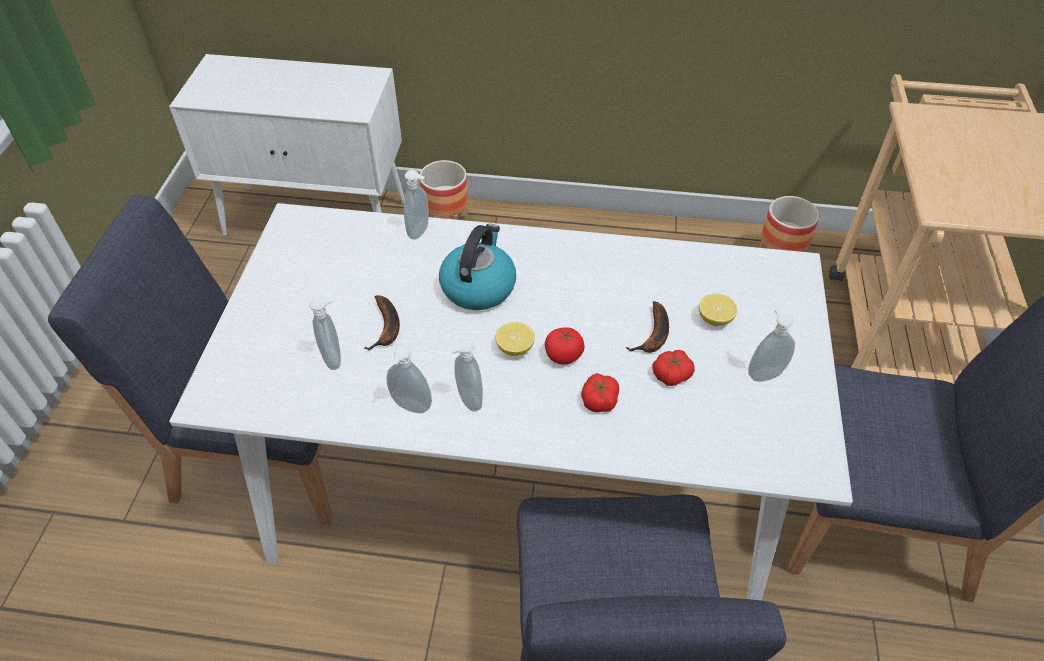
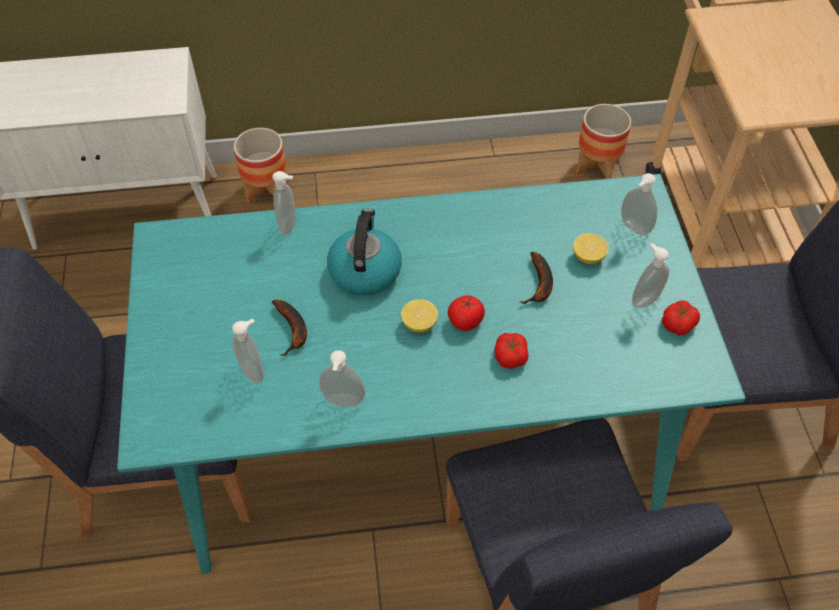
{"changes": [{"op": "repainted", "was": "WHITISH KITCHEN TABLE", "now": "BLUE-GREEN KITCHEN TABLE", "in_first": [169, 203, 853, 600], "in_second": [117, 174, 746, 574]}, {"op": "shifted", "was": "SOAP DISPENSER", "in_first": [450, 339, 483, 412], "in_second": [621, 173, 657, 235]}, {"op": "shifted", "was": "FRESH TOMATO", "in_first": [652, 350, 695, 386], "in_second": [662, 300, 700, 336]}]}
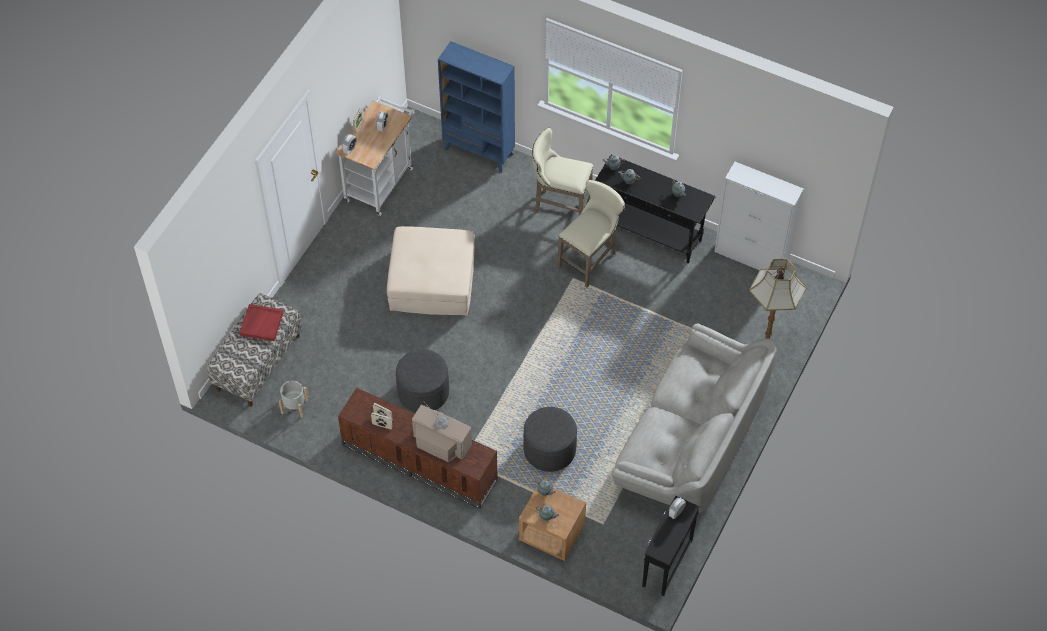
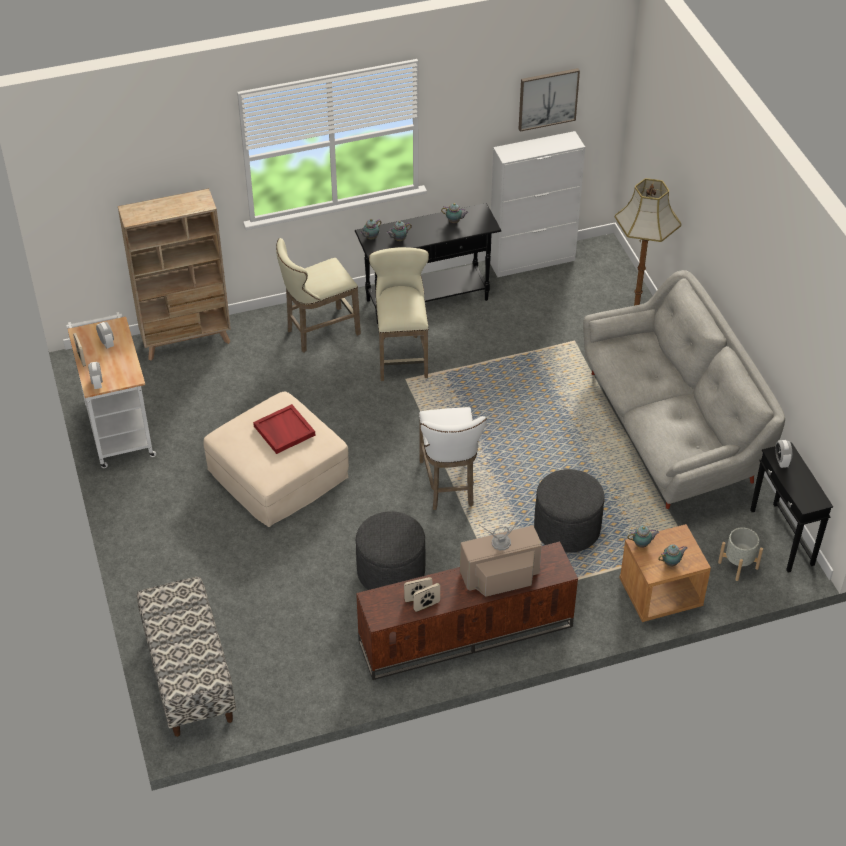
{"changes": [{"op": "repainted", "was": "BLUE-COLOURED BOOKSHELF", "now": "BEIGE-COLOURED BOOKSHELF", "in_first": [438, 41, 515, 173], "in_second": [118, 188, 231, 361]}, {"op": "shifted", "was": "RED SERVING TRAY", "in_first": [240, 304, 284, 341], "in_second": [253, 404, 315, 454]}, {"op": "shifted", "was": "GREY PLANTER", "in_first": [279, 381, 308, 418], "in_second": [718, 527, 763, 581]}, {"op": "new", "now": "PICTURE", "in_second": [519, 68, 580, 132]}, {"op": "new", "now": "WHITISH SITTING STOOL", "in_second": [419, 407, 487, 510]}]}
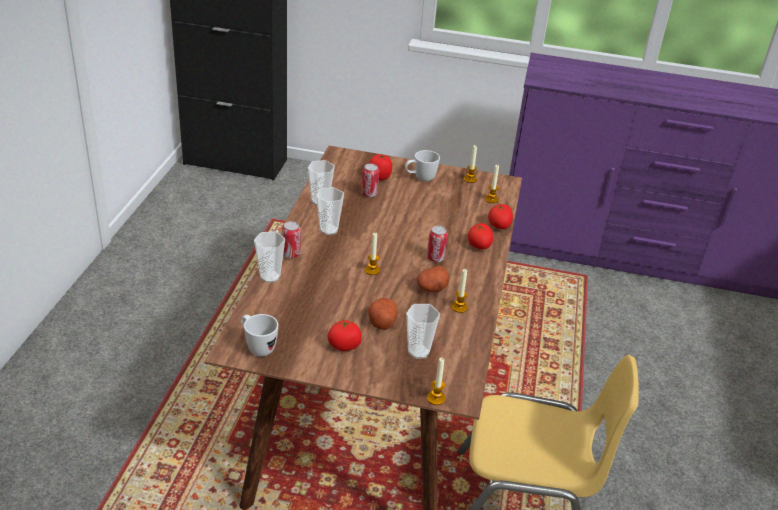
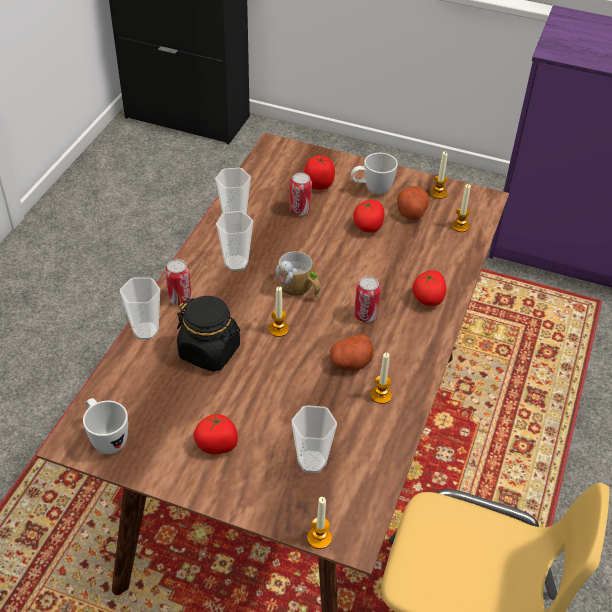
{"changes": [{"op": "shifted", "was": "FRESH TOMATO", "in_first": [488, 204, 513, 229], "in_second": [353, 200, 384, 233]}, {"op": "shifted", "was": "SPUD", "in_first": [368, 298, 398, 330], "in_second": [397, 186, 429, 220]}, {"op": "new", "now": "TEA MUG", "in_second": [276, 251, 321, 298]}, {"op": "new", "now": "BLACK JAR", "in_second": [177, 296, 240, 372]}]}
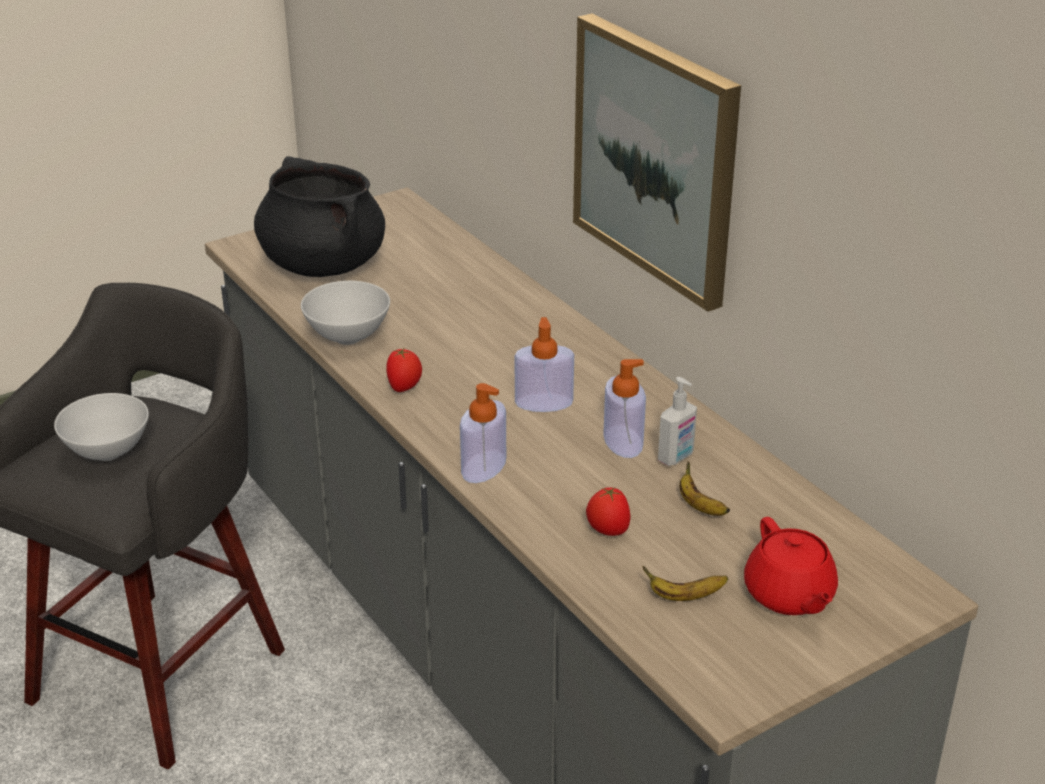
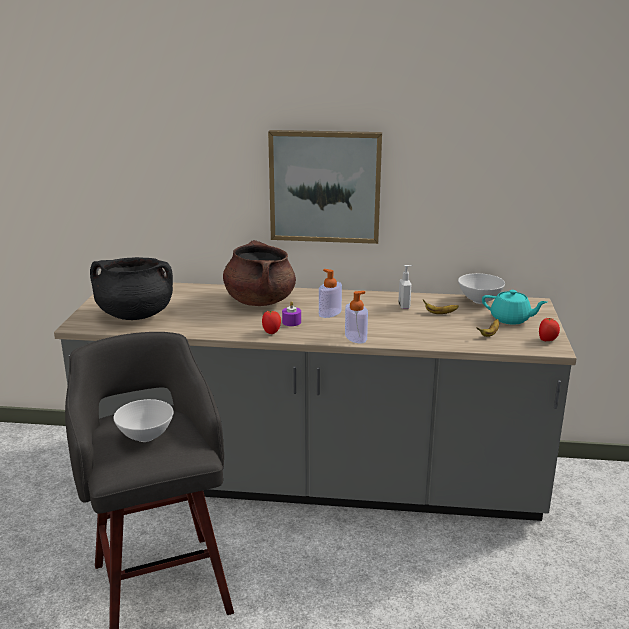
{"changes": [{"op": "shifted", "was": "WHITISH BOWL", "in_first": [301, 281, 390, 345], "in_second": [458, 273, 505, 304]}, {"op": "gone", "was": "SOAP DISPENSER", "in_first": [603, 359, 646, 458]}, {"op": "shifted", "was": "FRESH TOMATO", "in_first": [586, 487, 630, 536], "in_second": [539, 318, 560, 341]}, {"op": "repainted", "was": "RED TEAPOT", "now": "BLUE-GREEN TEAPOT", "in_first": [744, 517, 838, 615], "in_second": [482, 290, 547, 325]}, {"op": "new", "now": "BROWN-COLOURED SAUCEPOT", "in_second": [223, 240, 296, 306]}, {"op": "new", "now": "PURPLE-COLOURED WAX CANDLE", "in_second": [282, 301, 301, 326]}]}
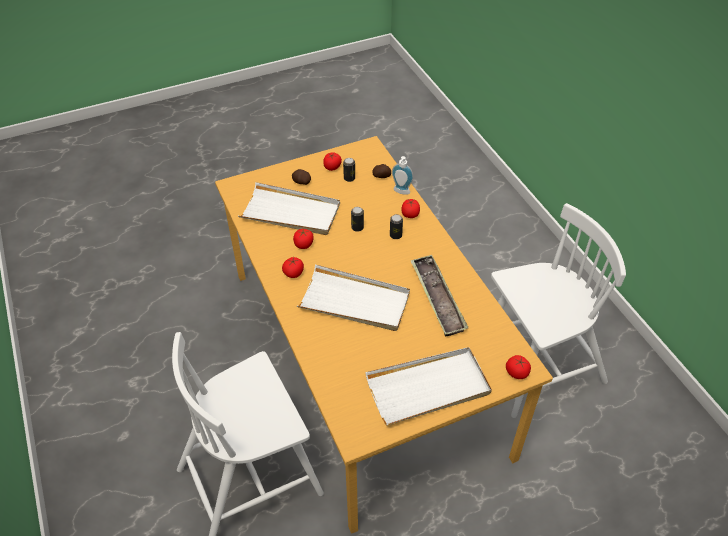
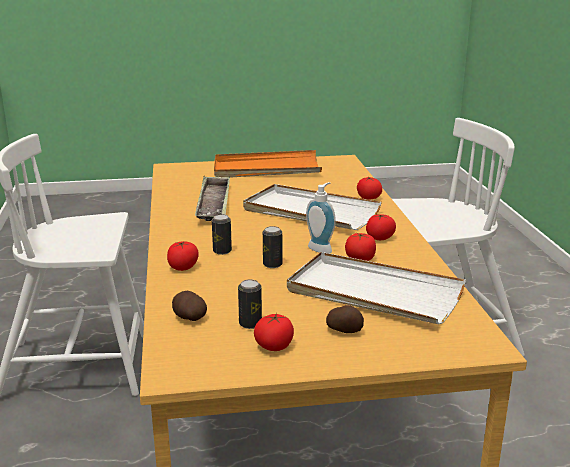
{"changes": [{"op": "shifted", "was": "SOAP DISPENSER", "in_first": [392, 156, 414, 195], "in_second": [306, 182, 336, 253]}, {"op": "repainted", "was": "WHITISH SERVING TRAY", "now": "ORANGE-COLOURED SERVING TRAY", "in_first": [365, 347, 492, 426], "in_second": [214, 150, 322, 178]}, {"op": "shifted", "was": "FRESH TOMATO", "in_first": [506, 355, 531, 379], "in_second": [357, 176, 382, 200]}]}
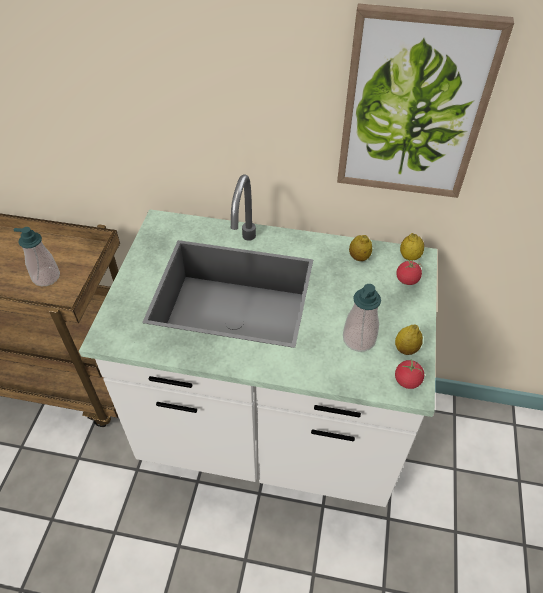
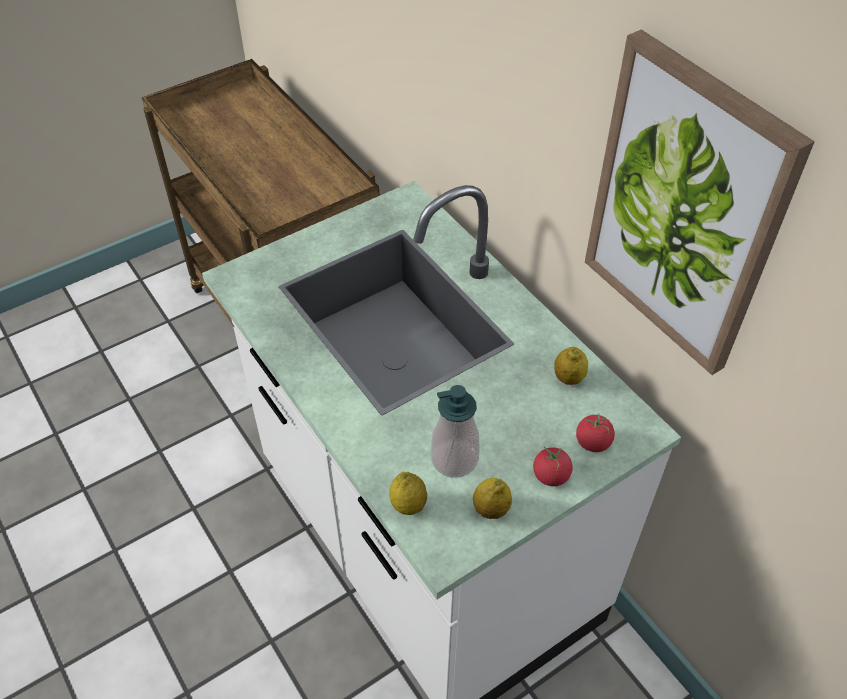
{"changes": [{"op": "gone", "was": "SOAP DISPENSER", "in_first": [13, 227, 60, 286]}, {"op": "shifted", "was": "WHOLE LEMON", "in_first": [400, 233, 424, 260], "in_second": [389, 472, 427, 515]}, {"op": "shifted", "was": "FRESH TOMATO", "in_first": [395, 359, 424, 389], "in_second": [533, 447, 573, 486]}]}
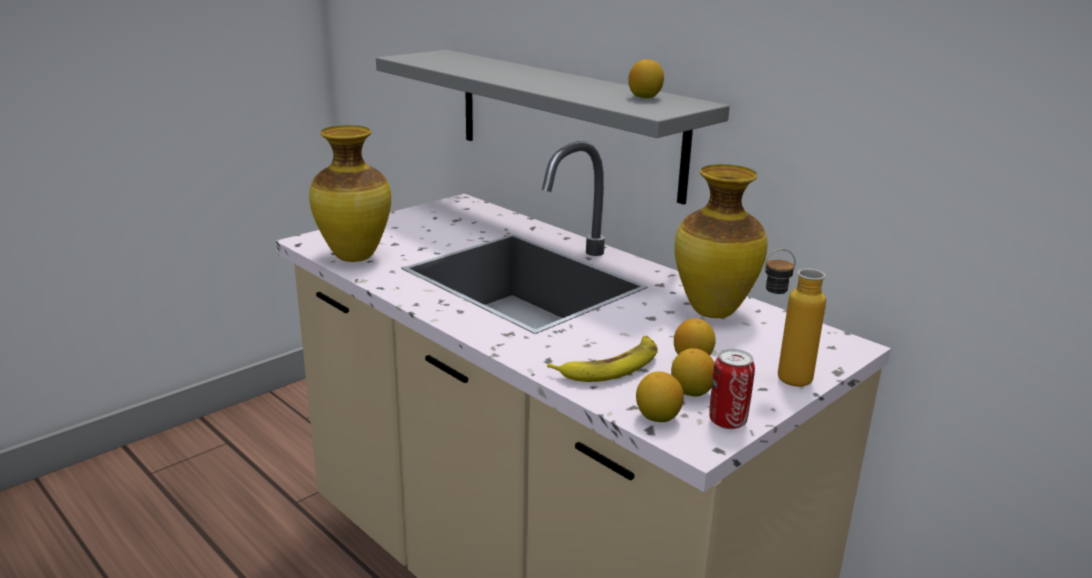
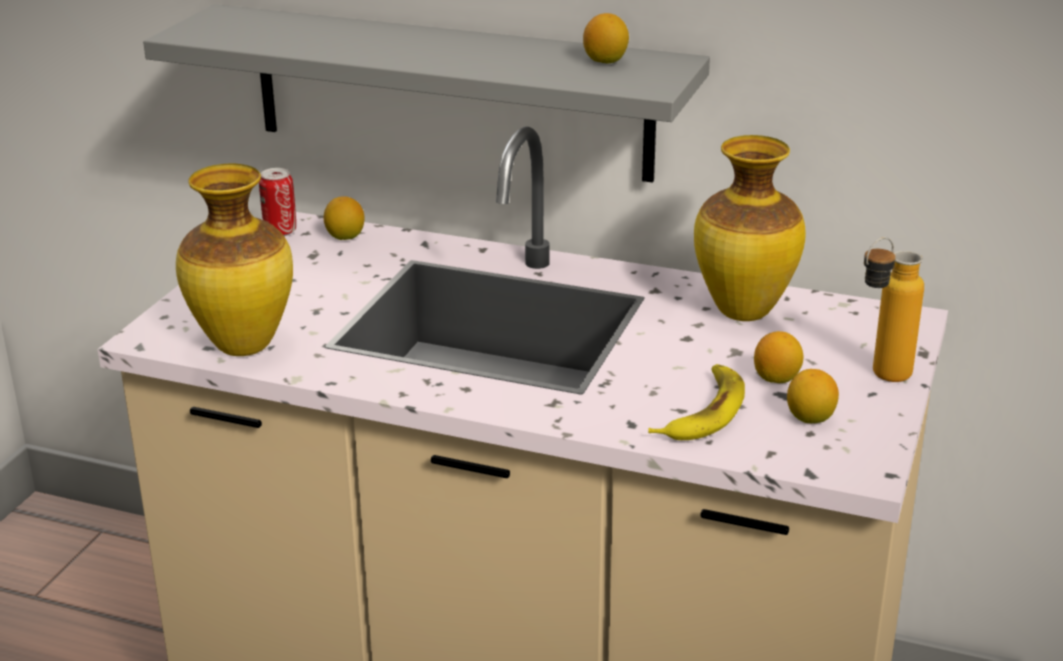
{"changes": [{"op": "shifted", "was": "CAN", "in_first": [709, 349, 755, 429], "in_second": [259, 168, 296, 236]}, {"op": "shifted", "was": "WHOLE LEMON", "in_first": [636, 372, 684, 422], "in_second": [324, 196, 365, 240]}]}
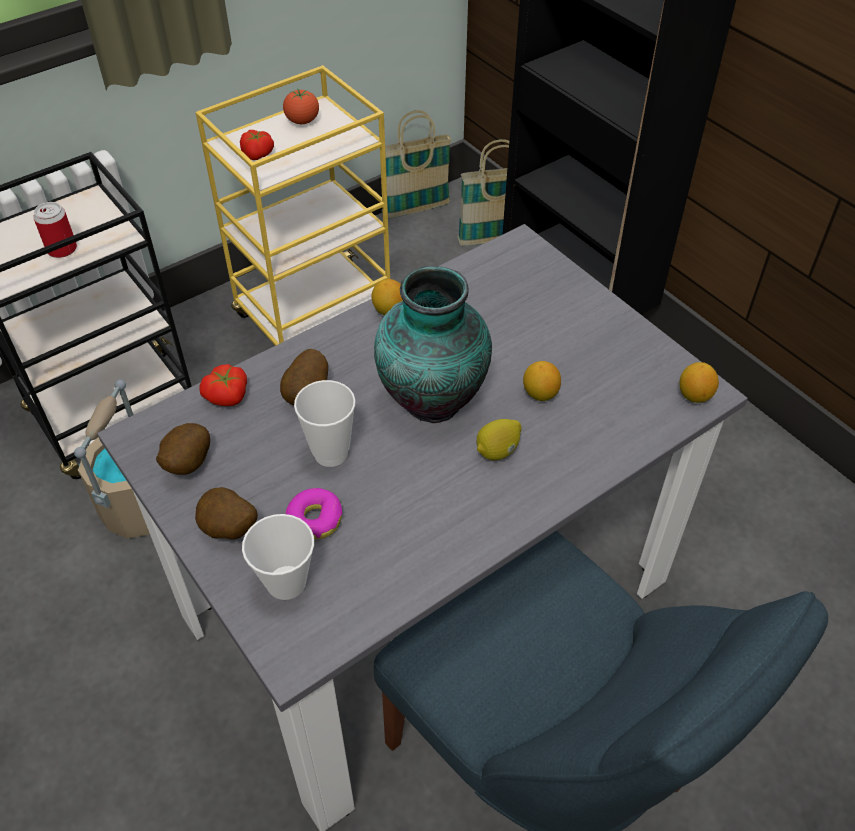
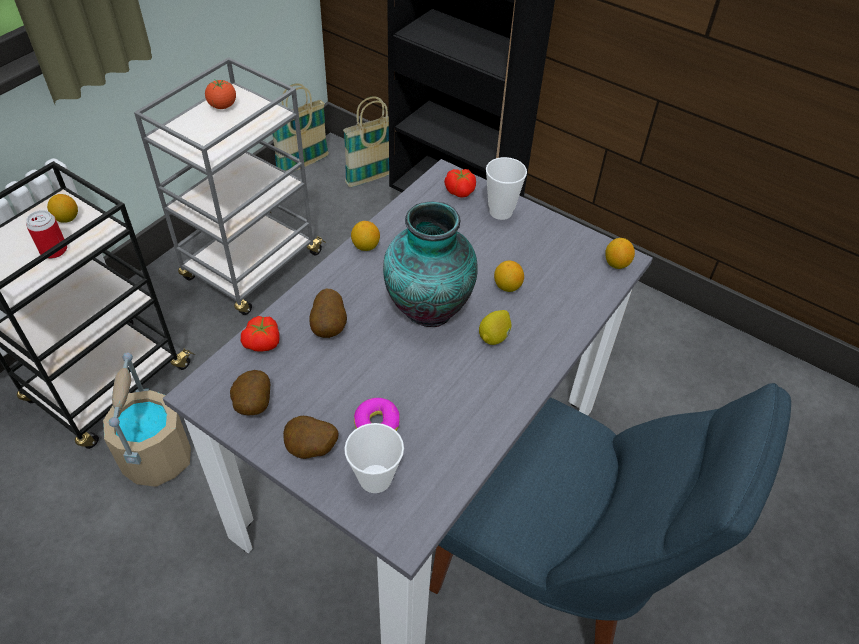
{"changes": [{"op": "repainted", "was": "YELLOW-COLOURED CART", "now": "GREY CART", "in_first": [195, 65, 390, 346], "in_second": [134, 57, 326, 315]}, {"op": "shifted", "was": "FRESH TOMATO", "in_first": [240, 130, 274, 160], "in_second": [444, 169, 476, 197]}, {"op": "shifted", "was": "SMALL CUP", "in_first": [294, 380, 356, 467], "in_second": [486, 157, 527, 220]}, {"op": "new", "now": "WHOLE LEMON", "in_second": [47, 194, 78, 223]}]}
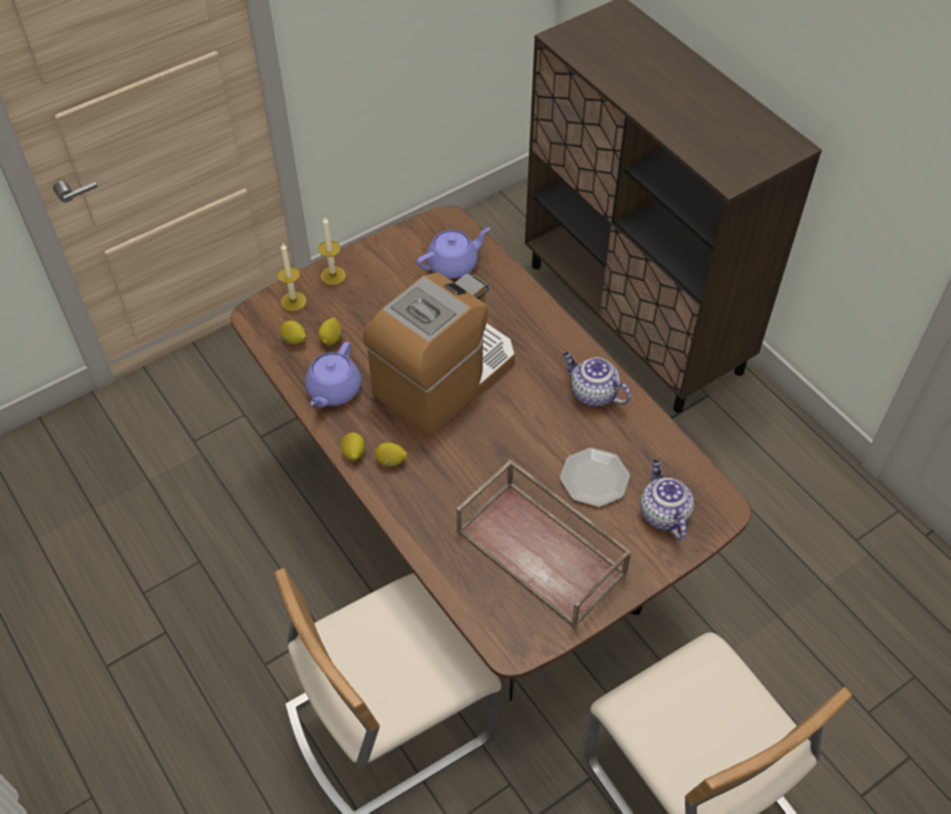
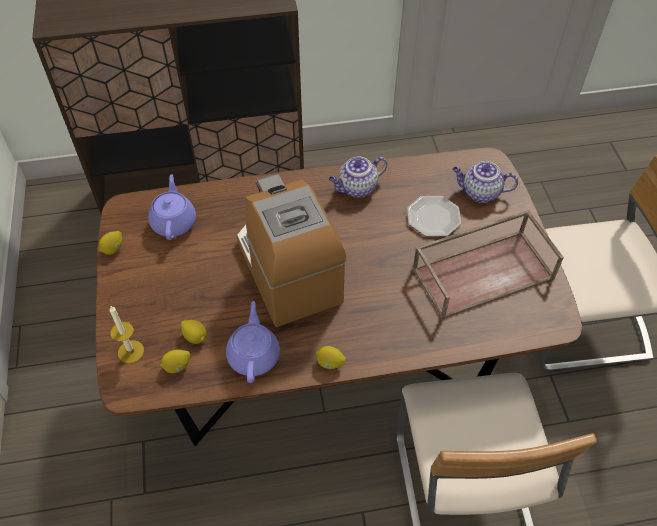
{"changes": [{"op": "gone", "was": "WAX CANDLE", "in_first": [318, 217, 346, 285]}, {"op": "rotated", "was": "PURPLE-COLOURED TEAPOT", "in_first": [305, 342, 361, 408], "in_second": [226, 301, 280, 383], "clockwise": -135}, {"op": "shifted", "was": "WHOLE LEMON", "in_first": [374, 442, 407, 467], "in_second": [99, 231, 122, 255]}]}
